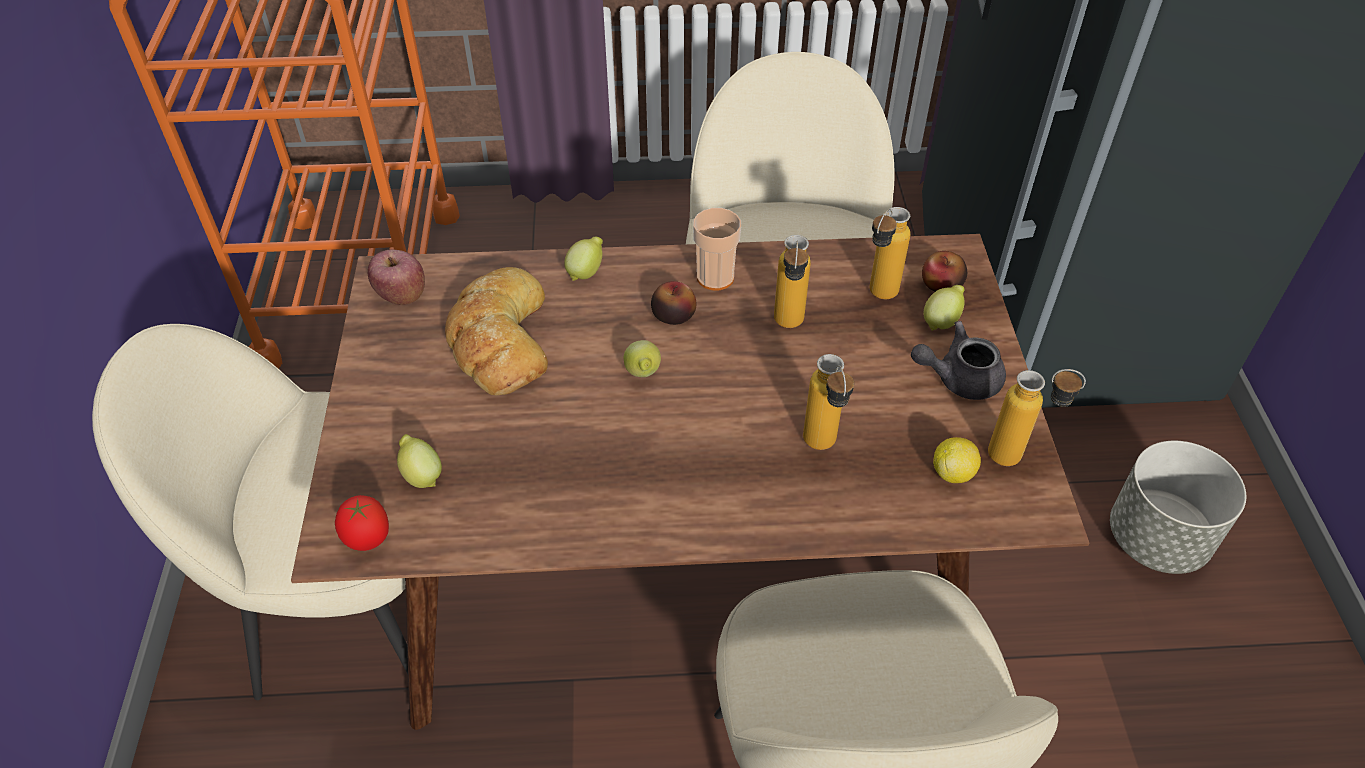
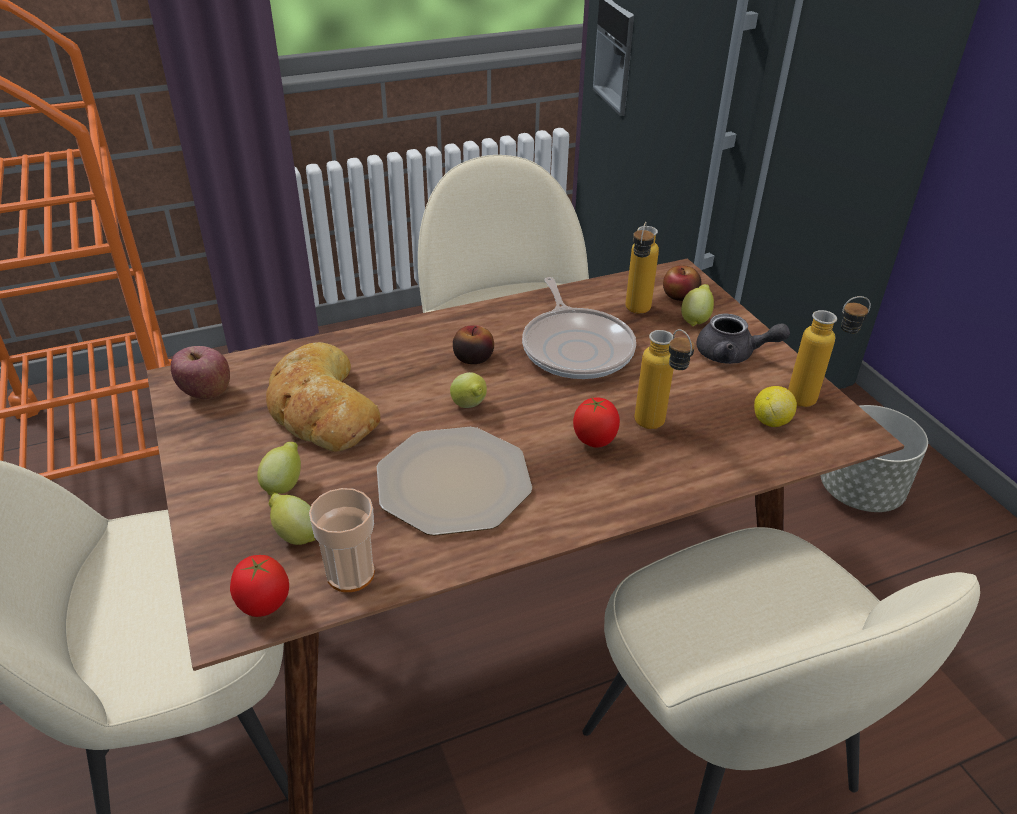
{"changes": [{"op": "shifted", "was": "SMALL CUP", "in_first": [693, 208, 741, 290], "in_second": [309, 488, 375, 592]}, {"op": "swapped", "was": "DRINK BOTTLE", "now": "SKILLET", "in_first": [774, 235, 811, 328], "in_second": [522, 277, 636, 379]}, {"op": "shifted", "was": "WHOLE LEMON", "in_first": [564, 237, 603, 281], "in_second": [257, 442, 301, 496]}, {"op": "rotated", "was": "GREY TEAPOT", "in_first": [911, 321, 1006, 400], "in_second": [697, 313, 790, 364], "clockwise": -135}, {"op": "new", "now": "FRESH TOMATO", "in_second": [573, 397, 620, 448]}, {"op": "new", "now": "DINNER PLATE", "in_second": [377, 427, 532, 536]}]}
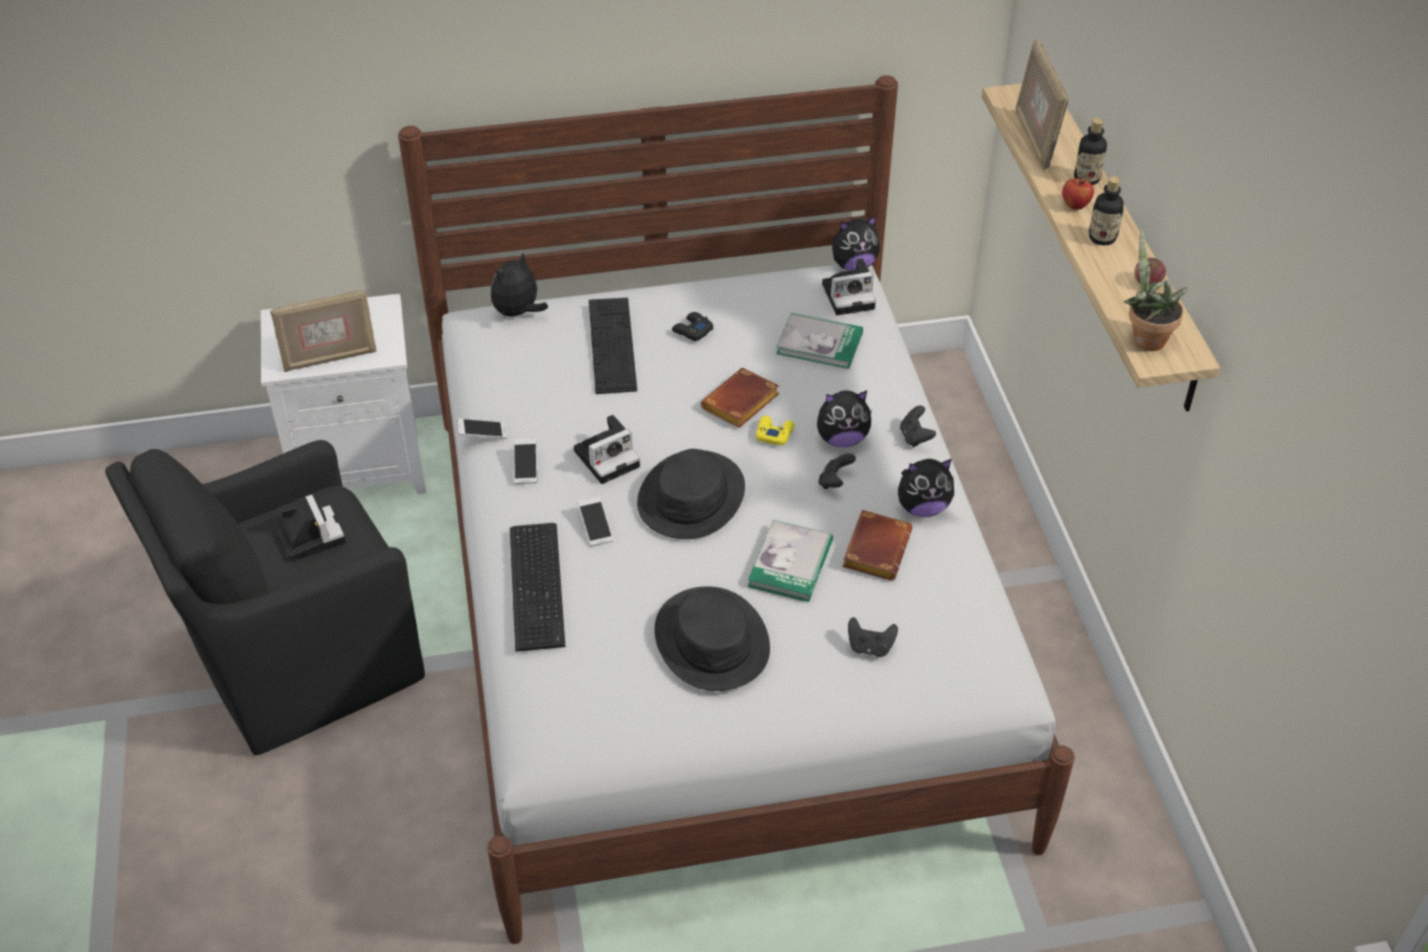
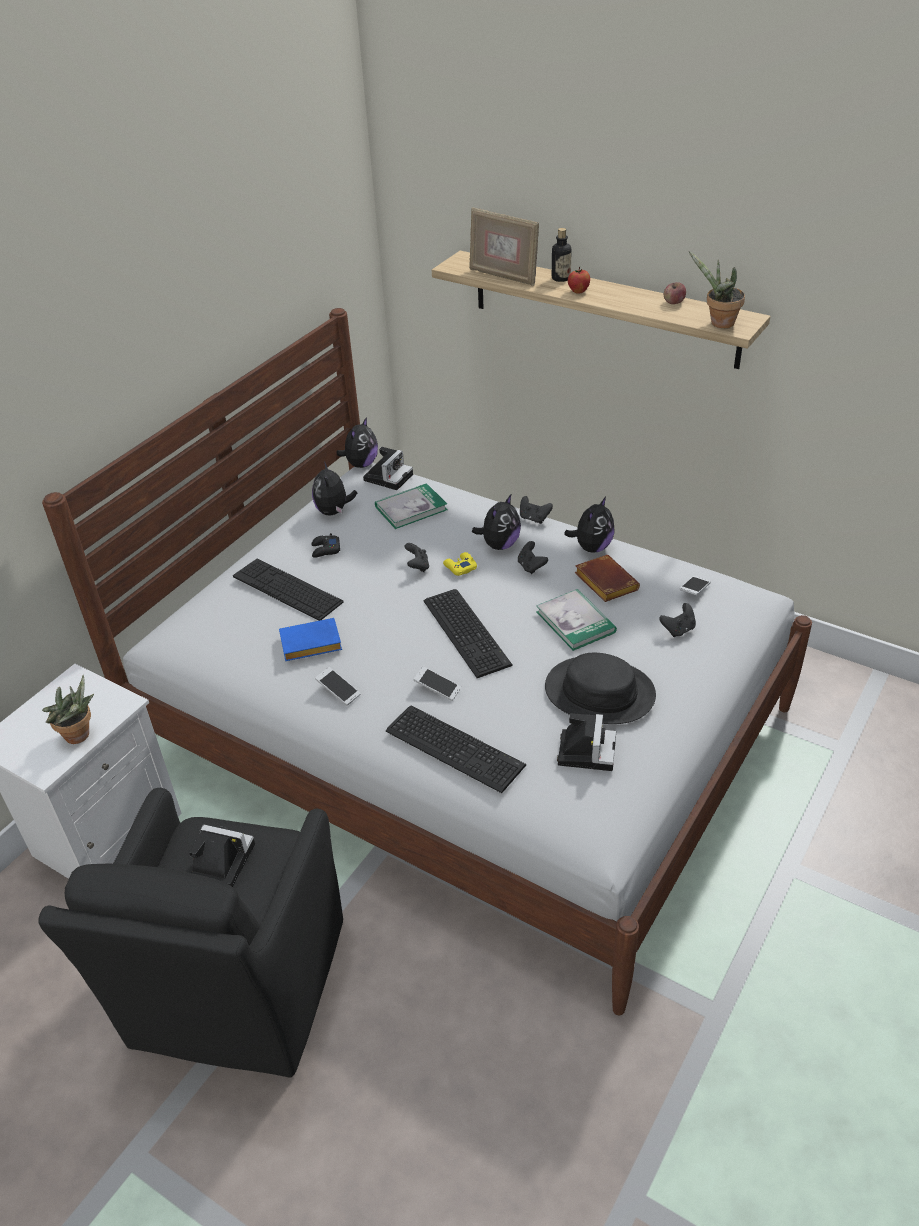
{"changes": [{"op": "gone", "was": "DRINK BOTTLE", "in_first": [1089, 176, 1124, 245]}, {"op": "shifted", "was": "PLUSH TOY", "in_first": [491, 253, 548, 318], "in_second": [312, 461, 357, 515]}, {"op": "swapped", "was": "STANDING FRAME", "now": "HOUSEPLANT", "in_first": [270, 290, 377, 372], "in_second": [42, 675, 94, 744]}, {"op": "swapped", "was": "BROWN-COLOURED VOLUME", "now": "BLACK GAME CONTROLLER", "in_first": [701, 368, 779, 428], "in_second": [404, 543, 429, 572]}, {"op": "shifted", "was": "STILL CAMERA", "in_first": [574, 415, 640, 484], "in_second": [557, 713, 616, 771]}, {"op": "shifted", "was": "HANDSET", "in_first": [457, 418, 507, 439], "in_second": [679, 576, 711, 595]}, {"op": "swapped", "was": "BLACK WEARABLE HAT", "now": "PC KEYBOARD", "in_first": [637, 449, 745, 539], "in_second": [424, 589, 513, 678]}, {"op": "new", "now": "BLUE-COLOURED VOLUME", "in_second": [279, 618, 342, 661]}]}
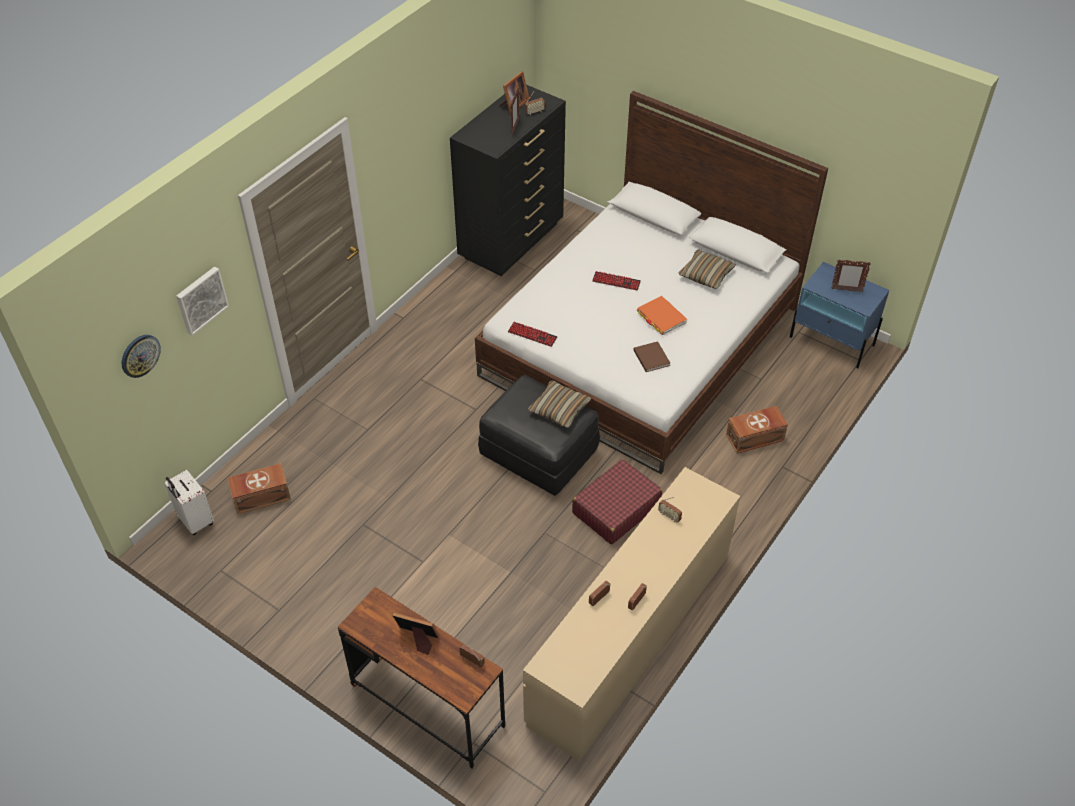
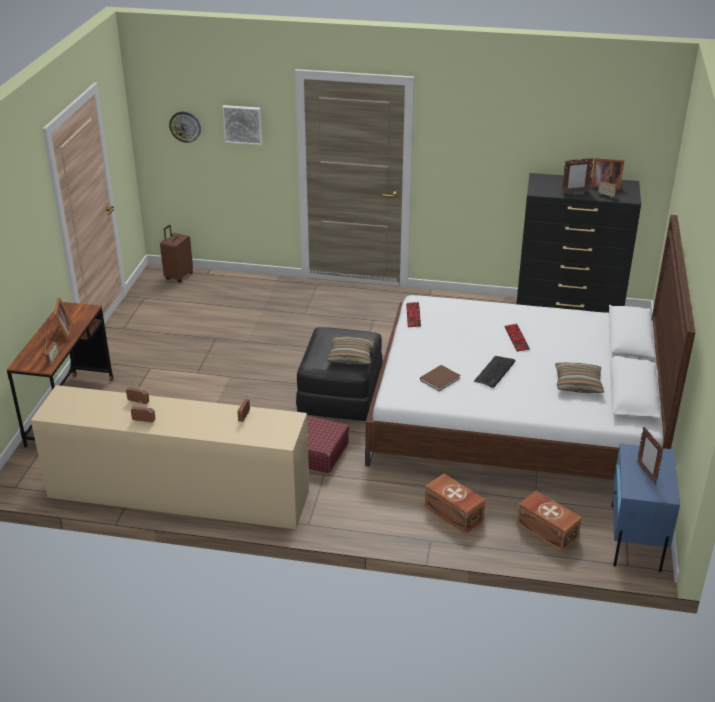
{"changes": [{"op": "swapped", "was": "ORANGE-COLOURED VOLUME", "now": "PC KEYBOARD", "in_first": [637, 296, 687, 335], "in_second": [474, 356, 516, 388]}, {"op": "shifted", "was": "BROWN-COLOURED STORAGE BOX", "in_first": [228, 463, 291, 514], "in_second": [516, 491, 582, 552]}, {"op": "repainted", "was": "WHITISH TRAVEL CASE", "now": "BROWN-COLOURED TRAVEL CASE", "in_first": [164, 470, 214, 535], "in_second": [160, 225, 193, 283]}]}
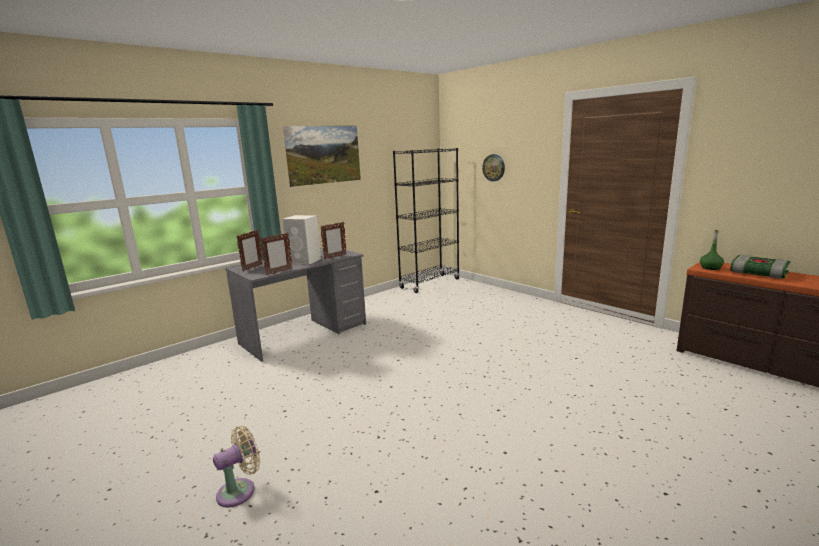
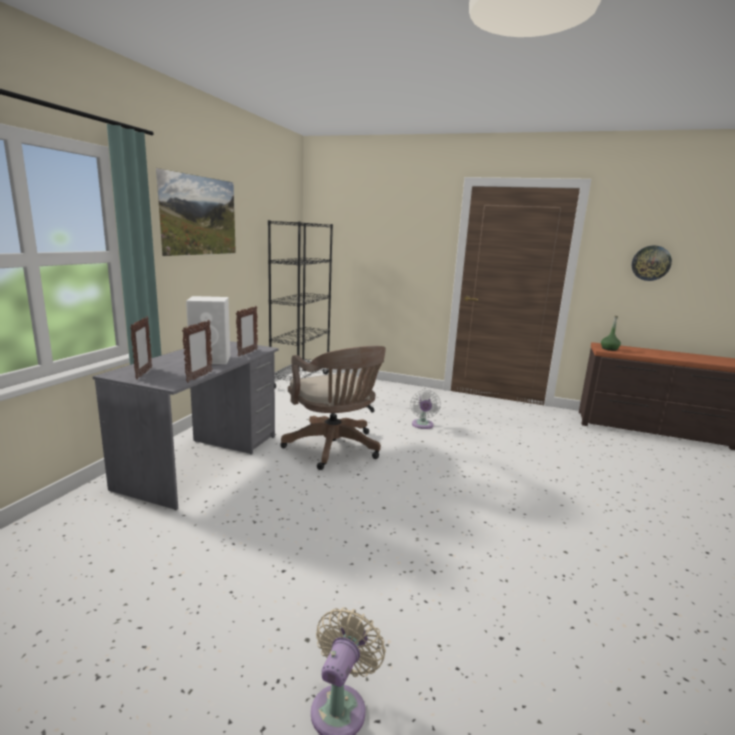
{"changes": [{"op": "shifted", "was": "CLOCK ON THE WALL", "in_first": [482, 154, 505, 181], "in_second": [632, 246, 672, 281]}, {"op": "gone", "was": "VOLUME", "in_first": [730, 254, 791, 279]}, {"op": "new", "now": "BROWN-COLOURED COMPUTER CHAIR", "in_second": [280, 346, 386, 470]}, {"op": "new", "now": "WHITISH COOLING FAN", "in_second": [410, 390, 441, 429]}]}
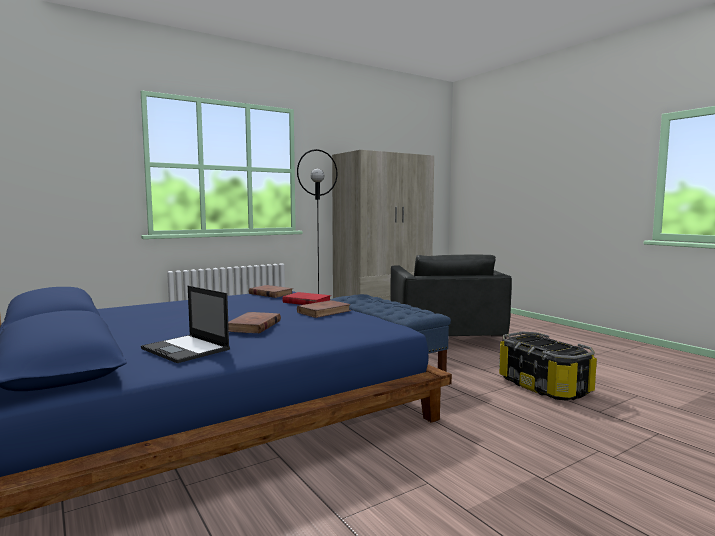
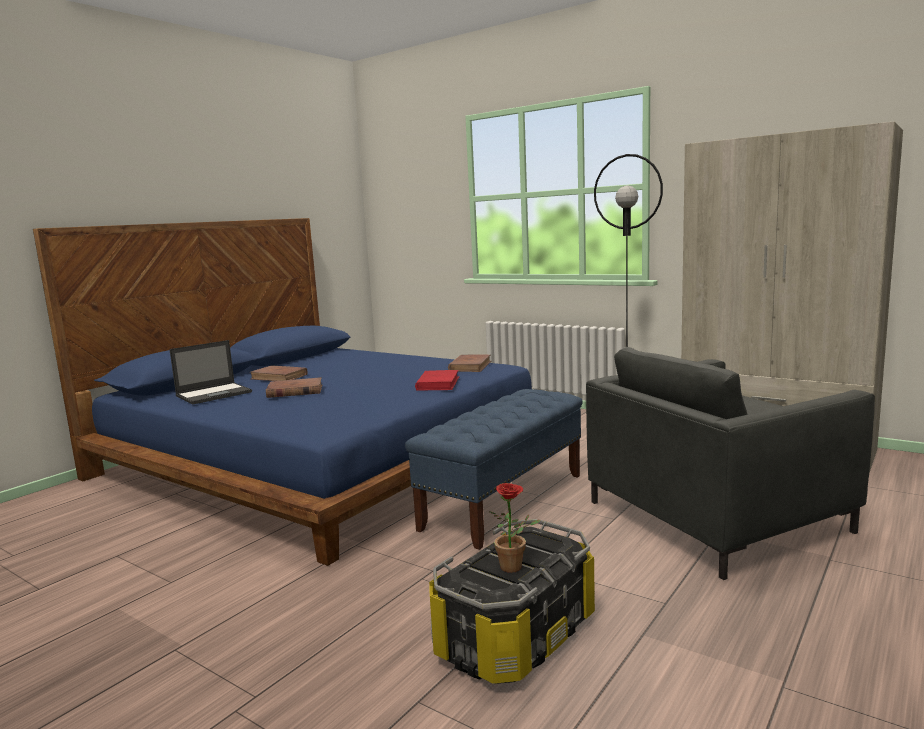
{"changes": [{"op": "rotated", "was": "NOTEBOOK COMPUTER", "in_first": [141, 286, 230, 363], "in_second": [169, 340, 252, 405], "clockwise": -150}, {"op": "shifted", "was": "BROWN-COLOURED VOLUME", "in_first": [297, 300, 352, 318], "in_second": [249, 365, 307, 381]}, {"op": "new", "now": "HOUSEPLANT", "in_second": [489, 483, 540, 573]}]}
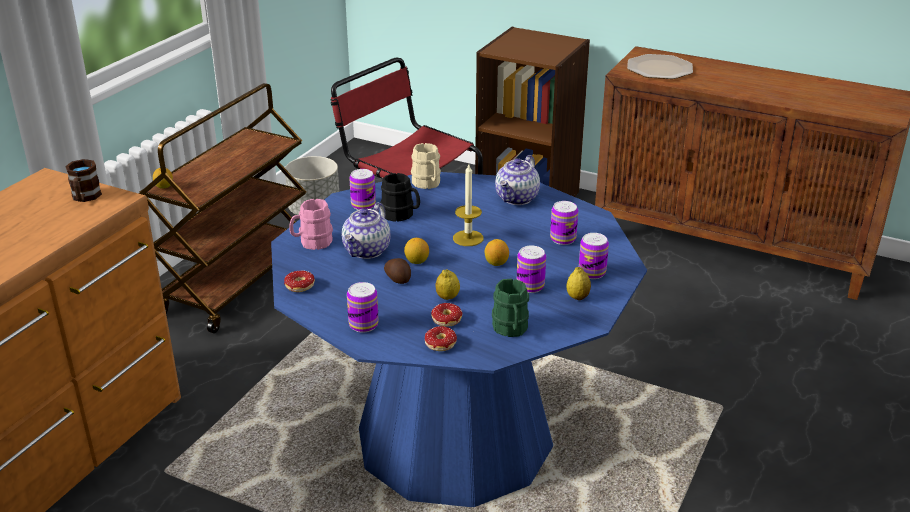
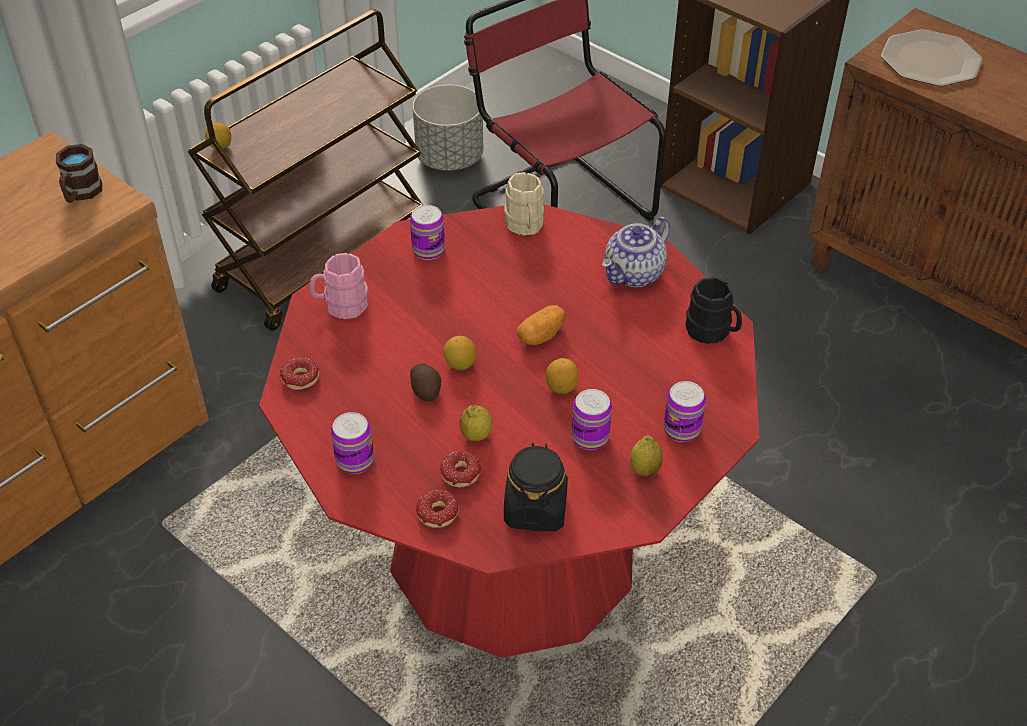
{"changes": [{"op": "swapped", "was": "WAX CANDLE", "now": "SPUD", "in_first": [453, 164, 484, 246], "in_second": [517, 305, 566, 345]}, {"op": "repainted", "was": "BLUE-COLOURED KITCHEN TABLE", "now": "RED KITCHEN TABLE", "in_first": [271, 172, 647, 507], "in_second": [259, 204, 760, 657]}, {"op": "shifted", "was": "BLACK TEA MUG", "in_first": [380, 173, 420, 222], "in_second": [685, 277, 742, 344]}, {"op": "gone", "was": "CAN", "in_first": [550, 201, 578, 245]}, {"op": "gone", "was": "TEAPOT", "in_first": [341, 203, 391, 259]}, {"op": "swapped", "was": "GREEN TEA MUG", "now": "BLACK JAR", "in_first": [492, 279, 529, 337], "in_second": [504, 443, 568, 532]}]}
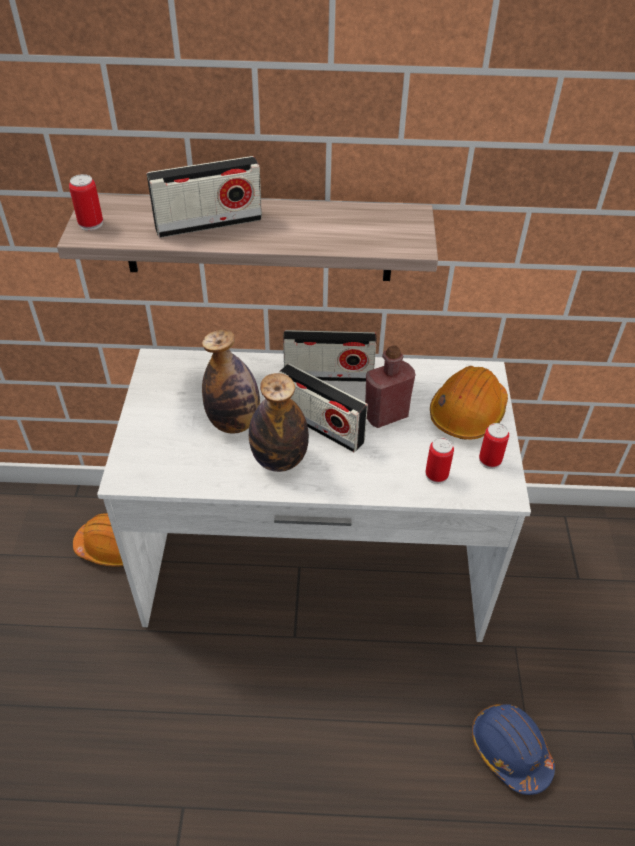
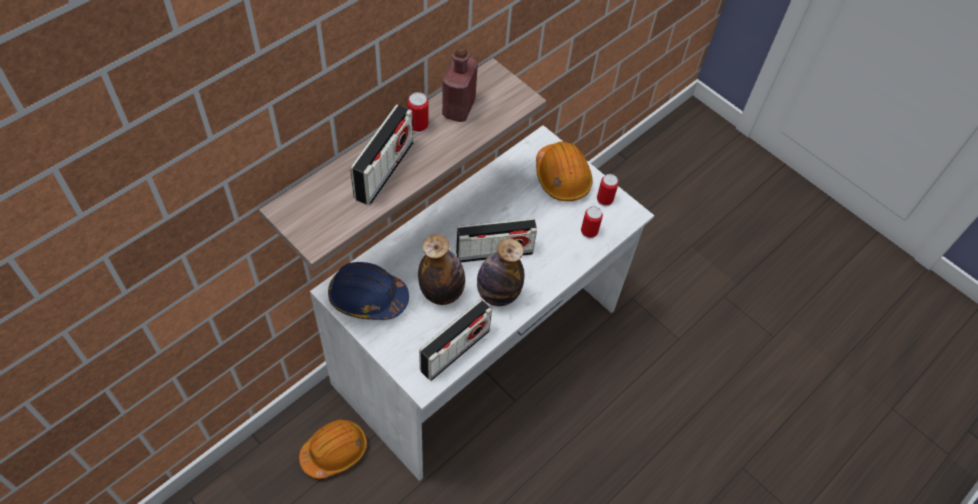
{"changes": [{"op": "shifted", "was": "CAN", "in_first": [69, 174, 103, 231], "in_second": [407, 92, 429, 133]}, {"op": "shifted", "was": "RADIO", "in_first": [283, 330, 377, 382], "in_second": [419, 299, 492, 381]}, {"op": "shifted", "was": "RED DRINK BOTTLE", "in_first": [365, 345, 416, 428], "in_second": [442, 45, 478, 122]}, {"op": "shifted", "was": "BLUE-COLOURED SAFETY HELMET", "in_first": [472, 704, 555, 795], "in_second": [328, 262, 409, 320]}]}
